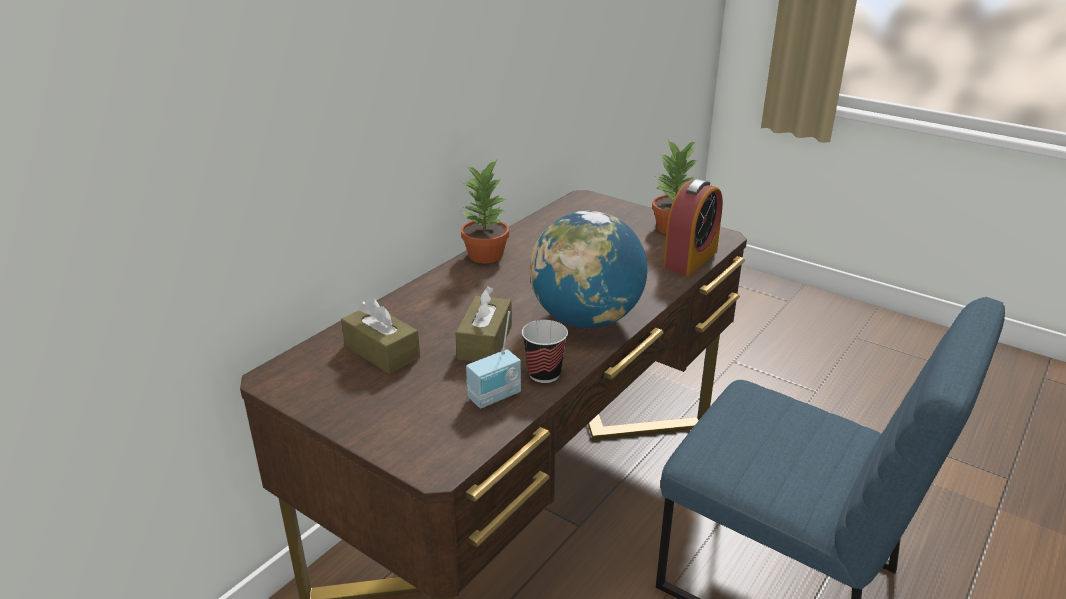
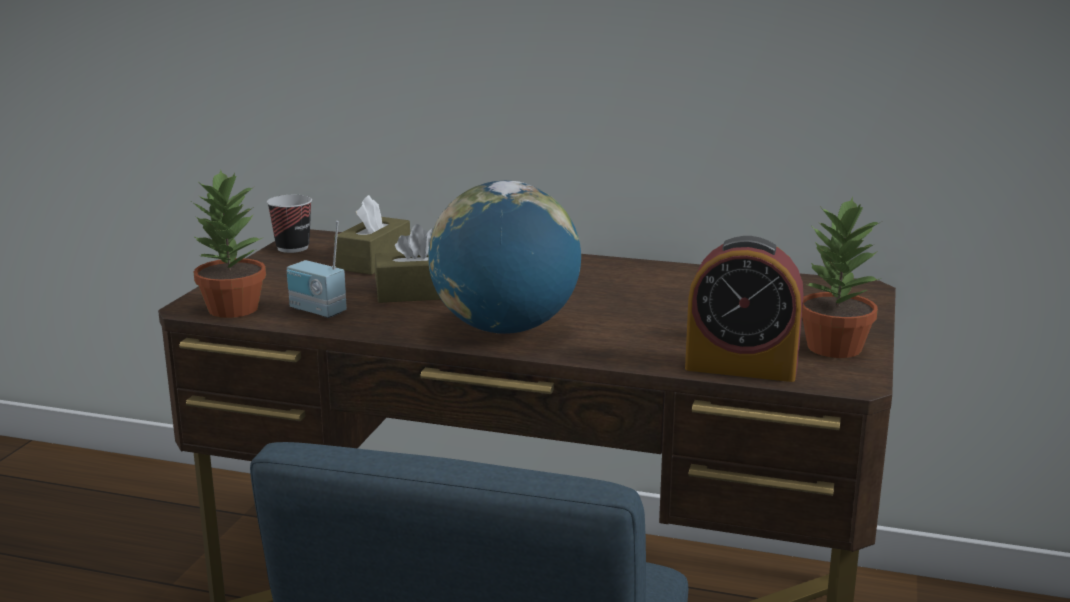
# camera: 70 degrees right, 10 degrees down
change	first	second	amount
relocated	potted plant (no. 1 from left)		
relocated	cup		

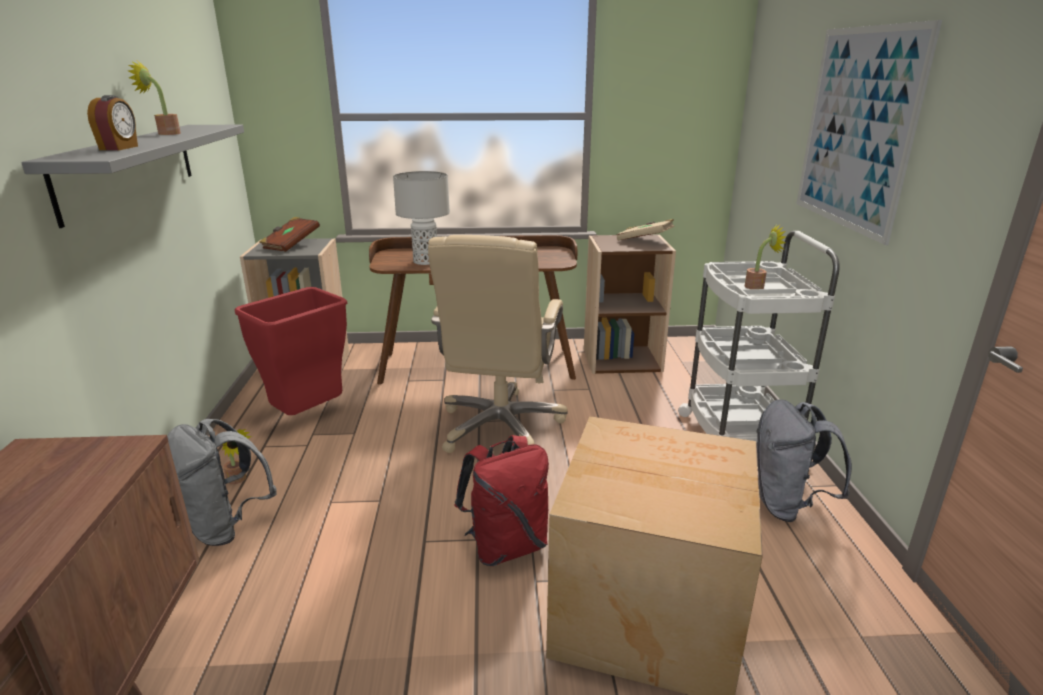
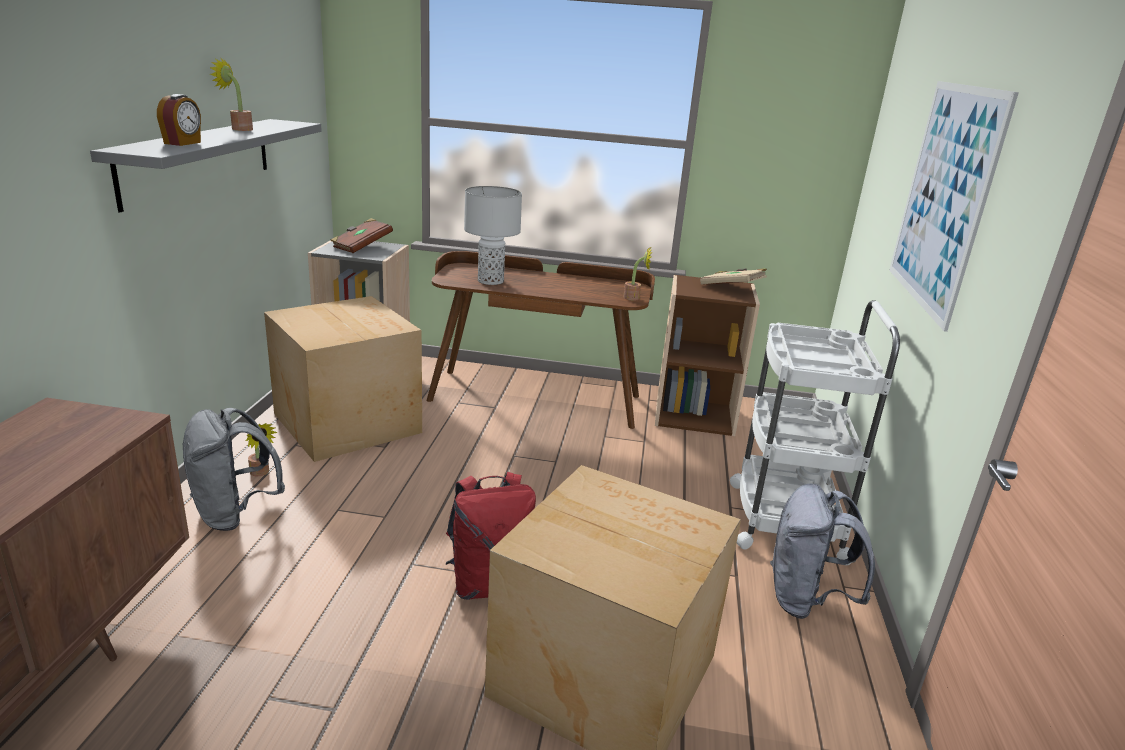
# camera: 10 degrees right, 0 degrees up
change	first	second	amount
relocated	potted plant (no. 3 from left)		
missing	office chair/beige		
exchanged	trash can/red	cardboard box (no. 1 from left)	

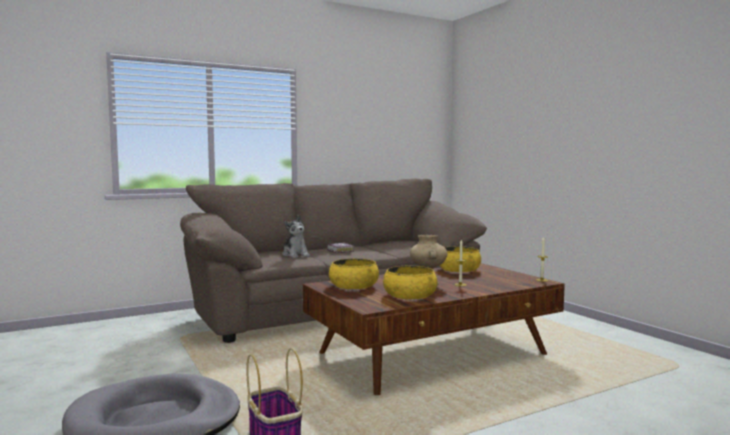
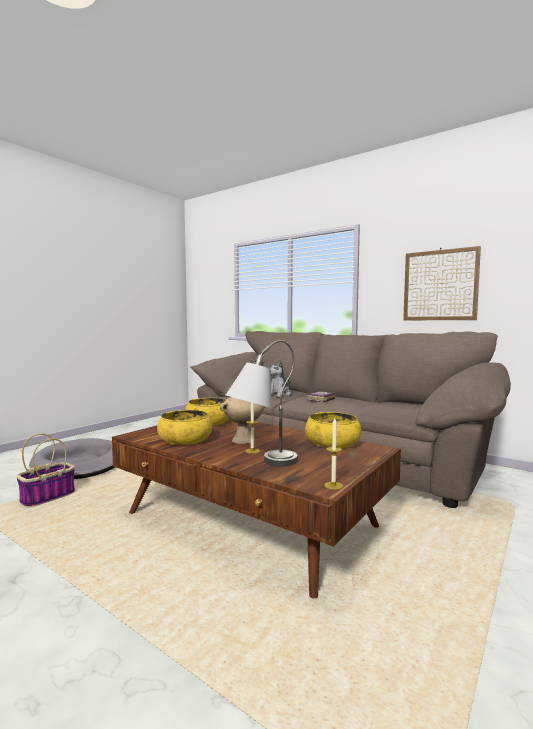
# camera: 65 degrees right, 0 degrees up
change	first	second	amount
appeared		picture	
appeared		table lamp/grey	

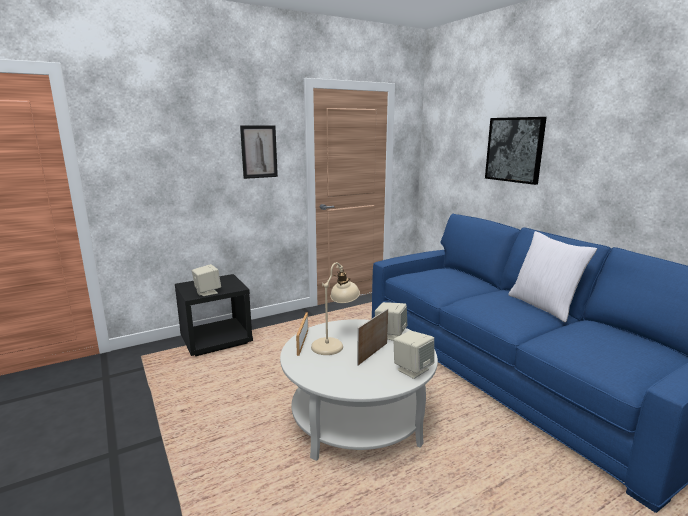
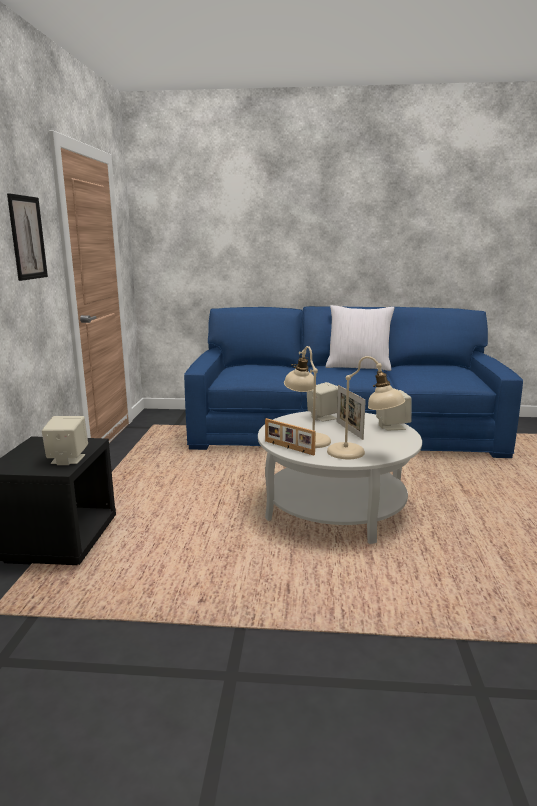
# camera: 55 degrees left, 0 degrees up
change	first	second	amount
missing	picture (no. 2 from left)		
appeared		table lamp/beige (no. 2 from left)	

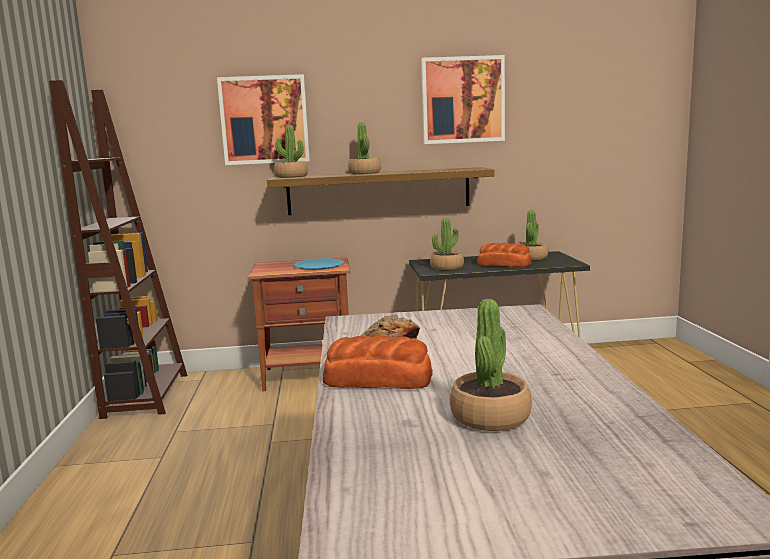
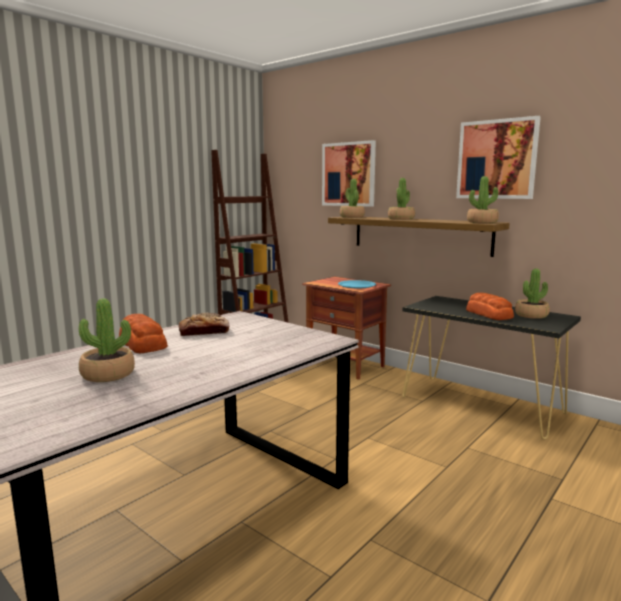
# camera: 45 degrees right, 0 degrees up
change	first	second	amount
relocated	potted plant (no. 3 from left in the first image)	potted plant (no. 4 from left)	

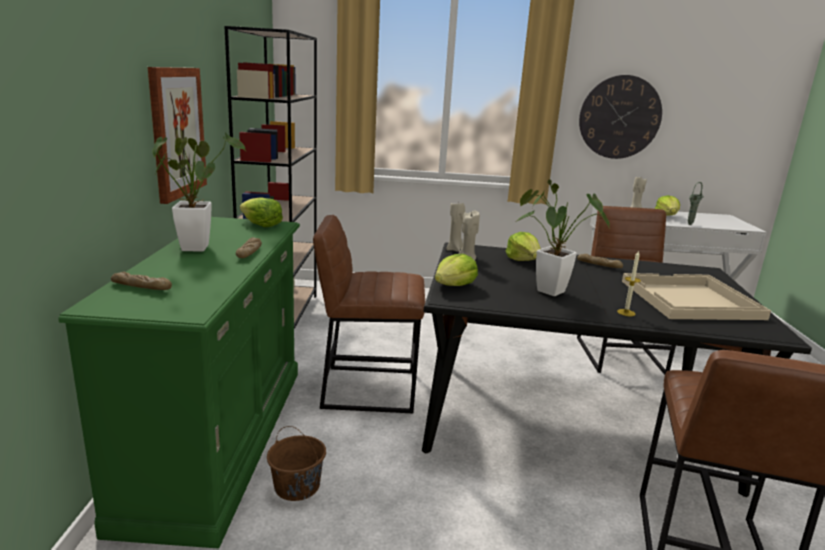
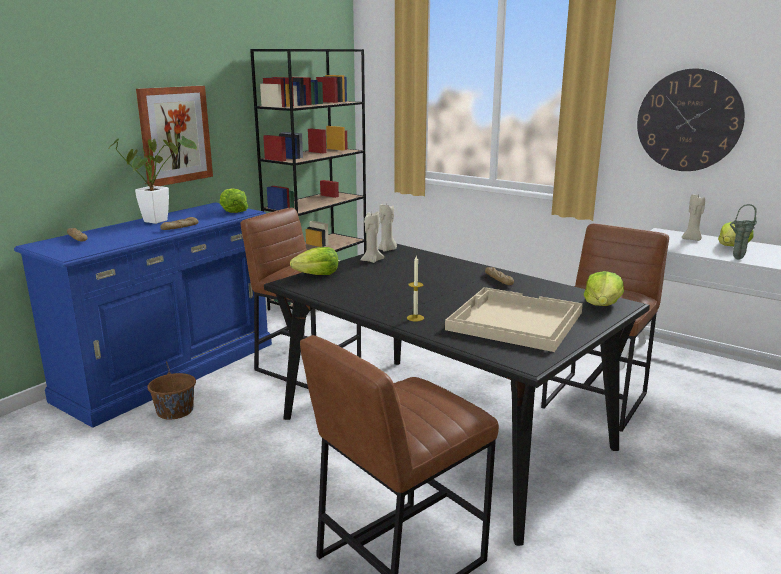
# camera: 35 degrees right, 0 degrees up
change	first	second	amount
missing	potted plant (no. 2 from left)		
colour	cabinet/green	cabinet/blue	
relocated	lettuce (no. 3 from left)		

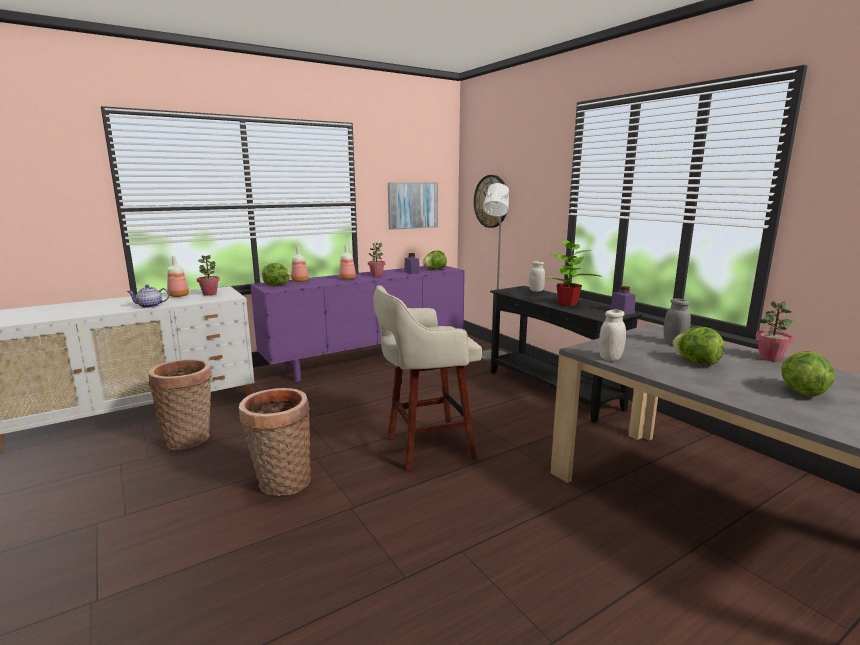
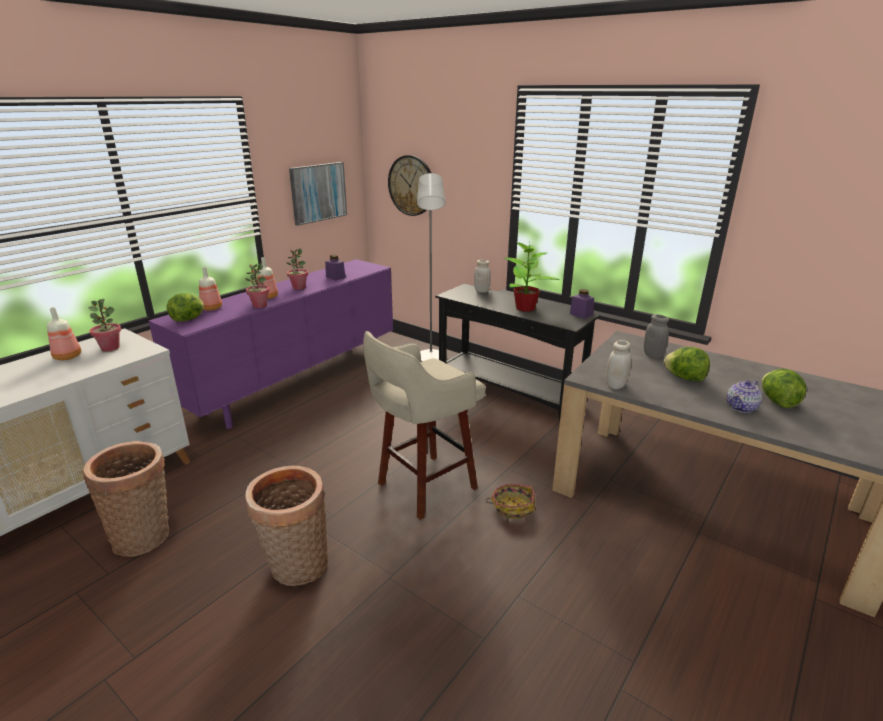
# camera: 20 degrees left, 10 degrees up
change	first	second	amount
missing	lettuce (no. 2 from left)		
relocated	teapot		
relocated	potted plant (no. 4 from left in the first image)	potted plant (no. 2 from left)	
appeared		basket (no. 3 from left)	

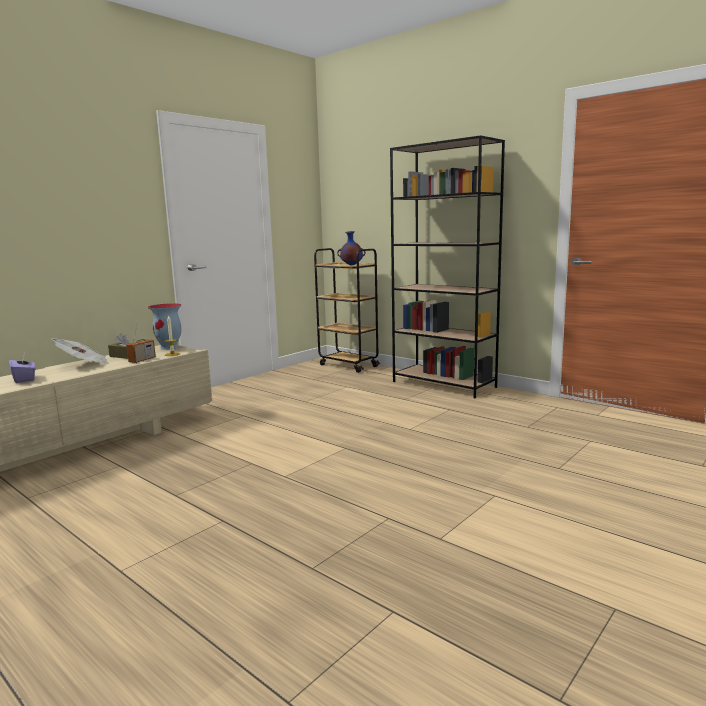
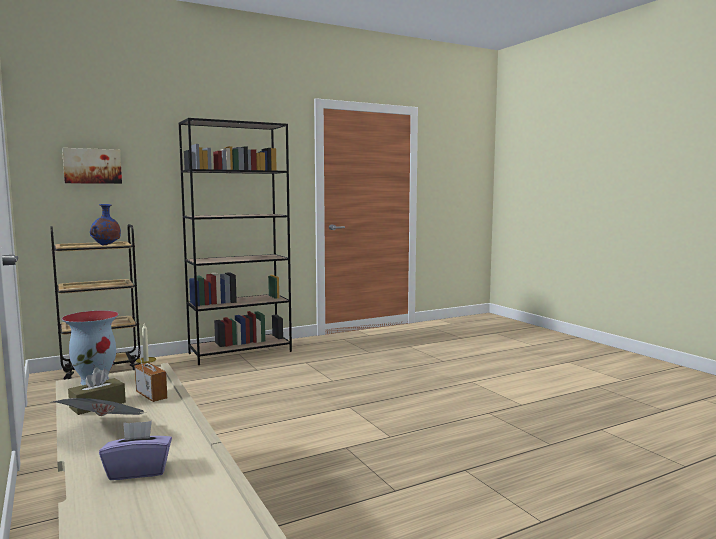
# camera: 70 degrees left, 5 degrees down
change	first	second	amount
appeared		picture	

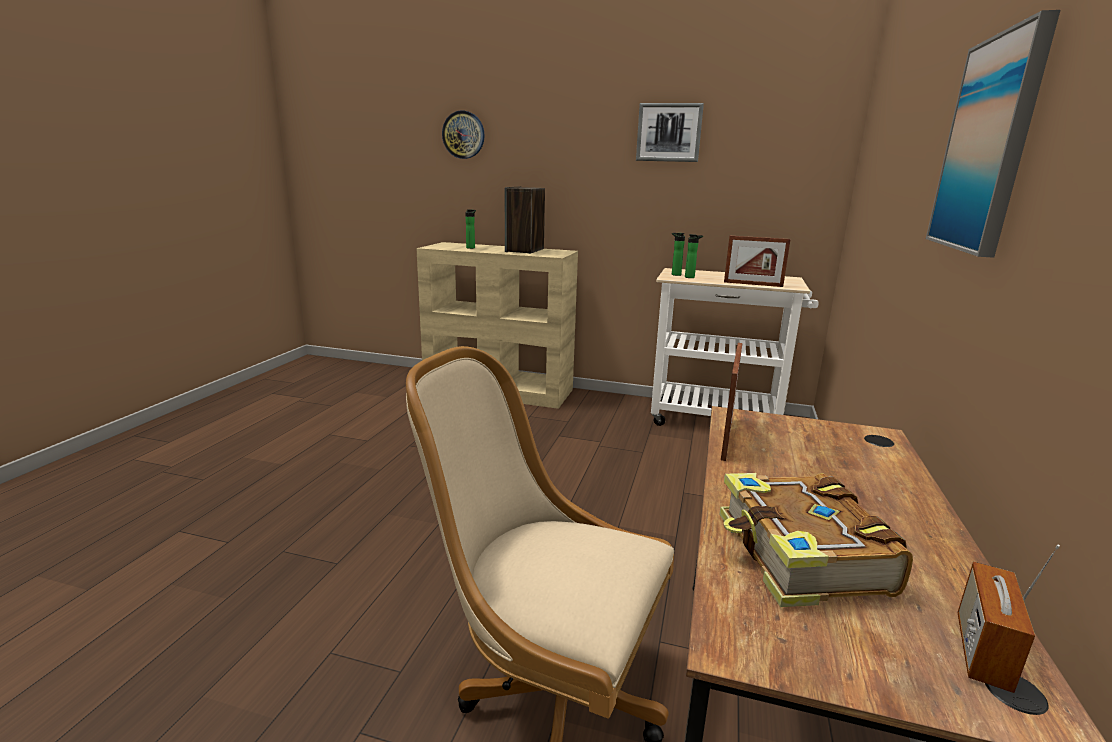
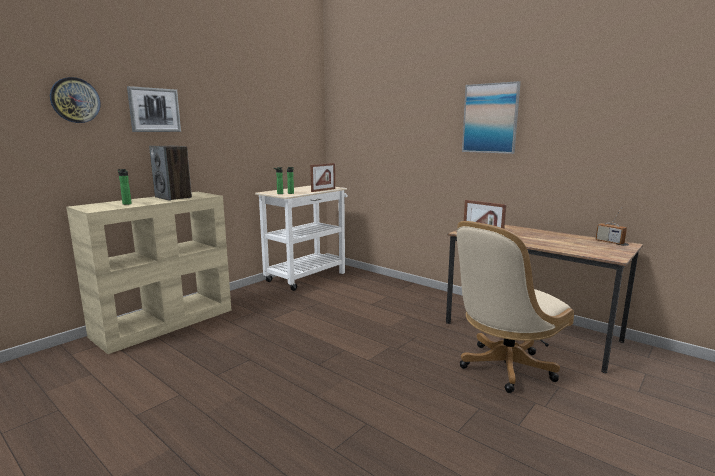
# camera: 65 degrees left, 5 degrees down
change	first	second	amount
relocated	picture (no. 1 from left)		
missing	book		

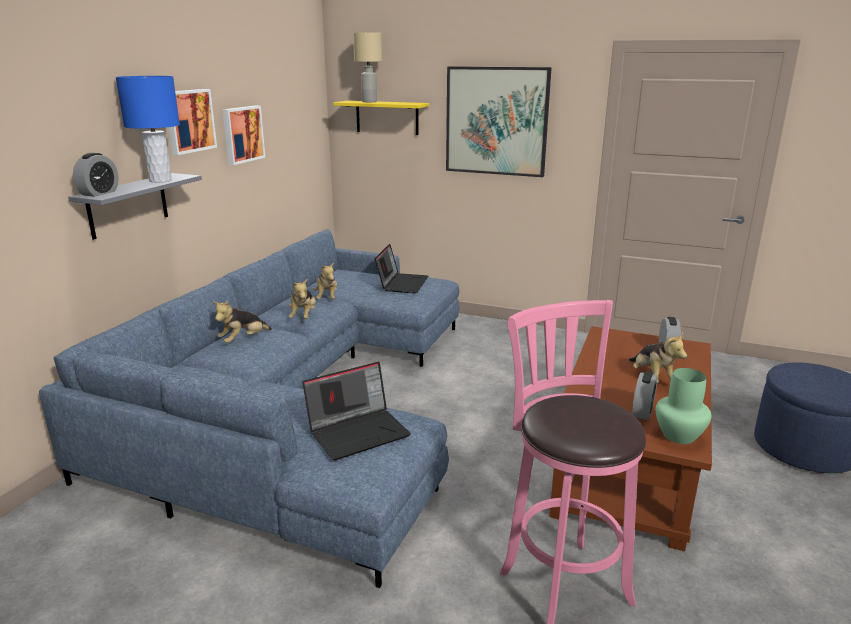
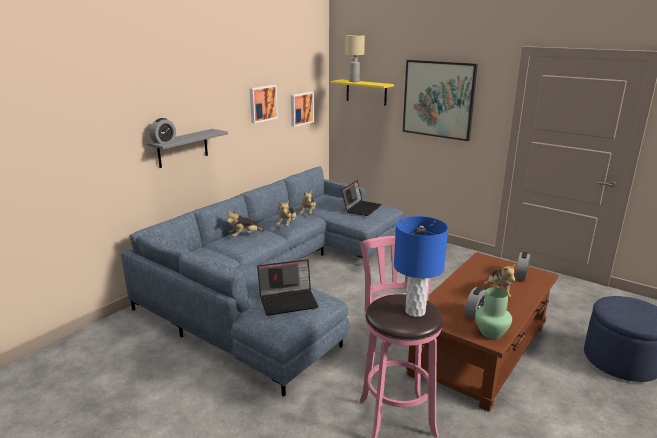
# camera: 15 degrees right, 0 degrees up
change	first	second	amount
relocated	table lamp/blue		
relocated	picture (no. 1 from left in the first image)	picture (no. 2 from left)	

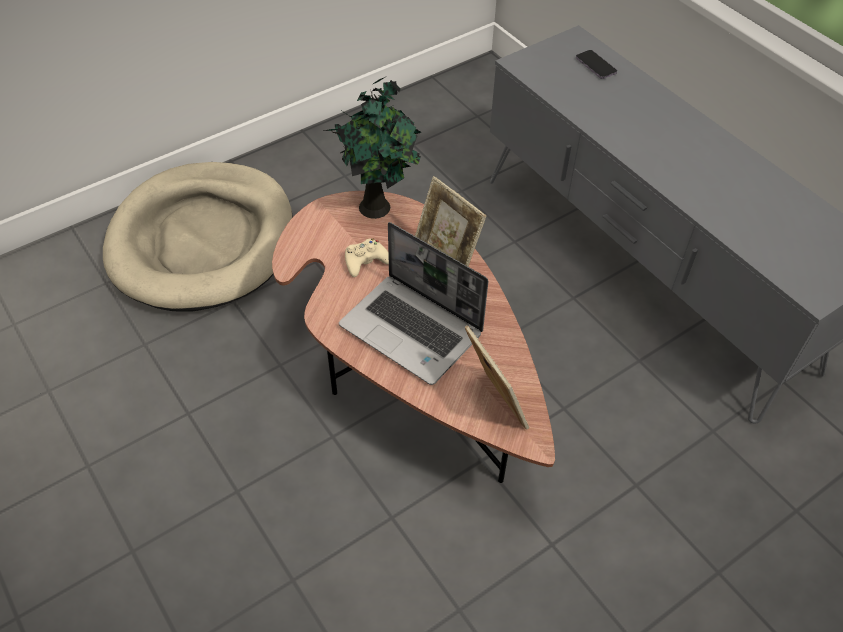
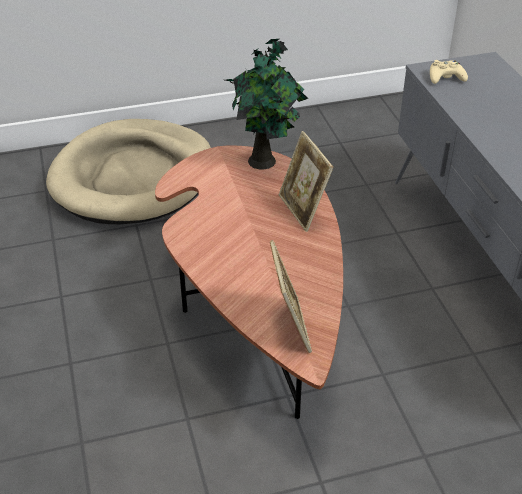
# camera: 20 degrees right, 10 degrees down
change	first	second	amount
missing	phone		
missing	laptop		
relocated	game controller/beige		

